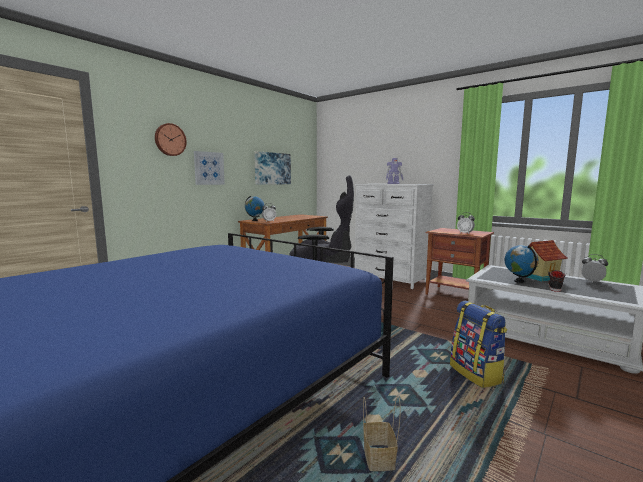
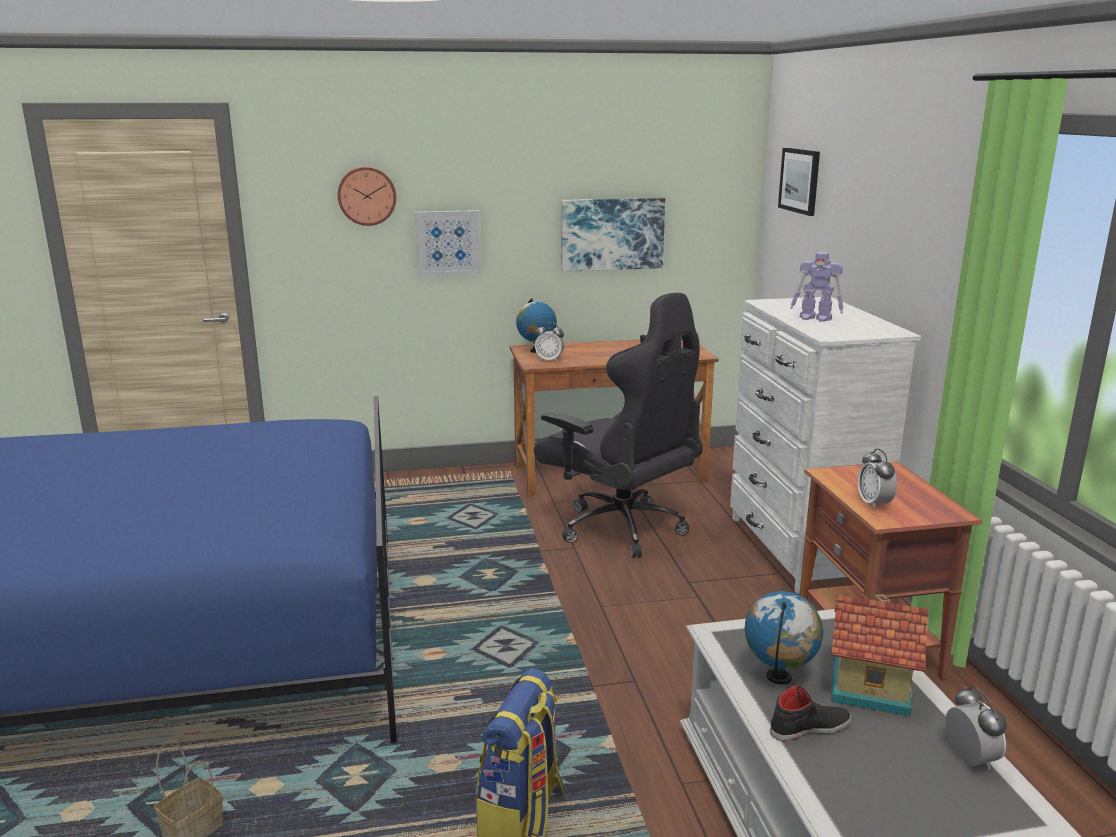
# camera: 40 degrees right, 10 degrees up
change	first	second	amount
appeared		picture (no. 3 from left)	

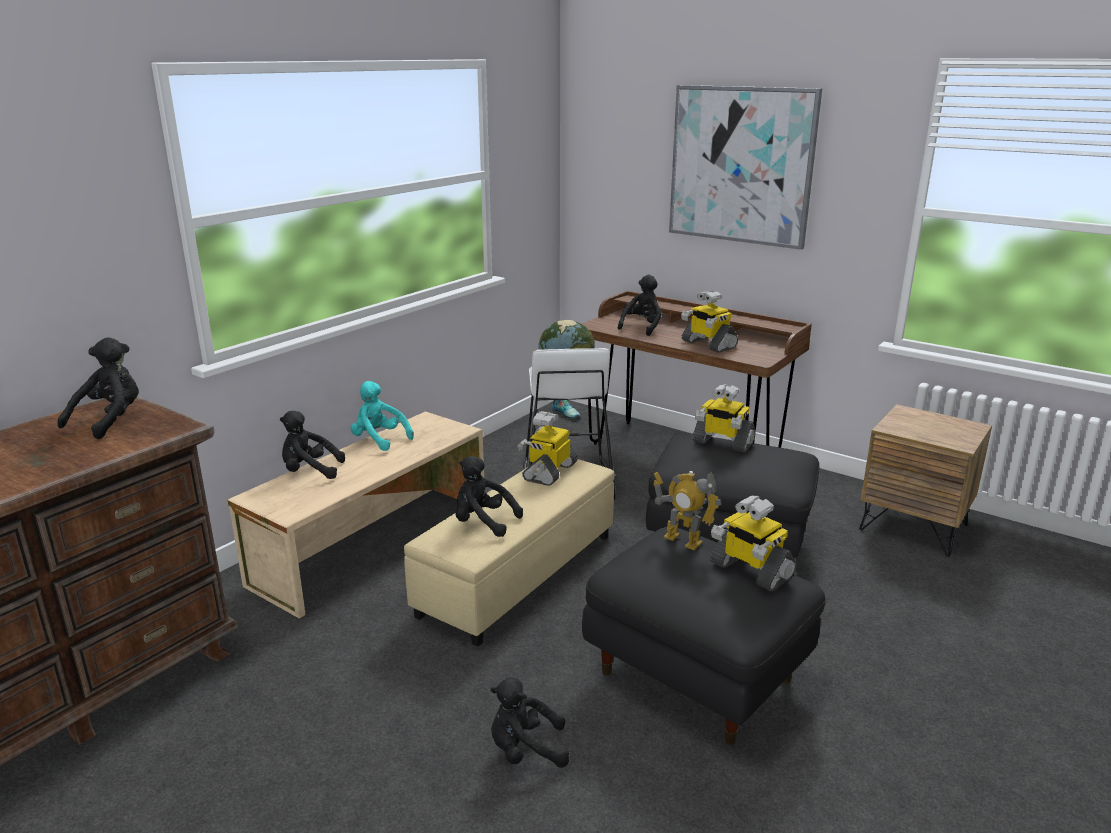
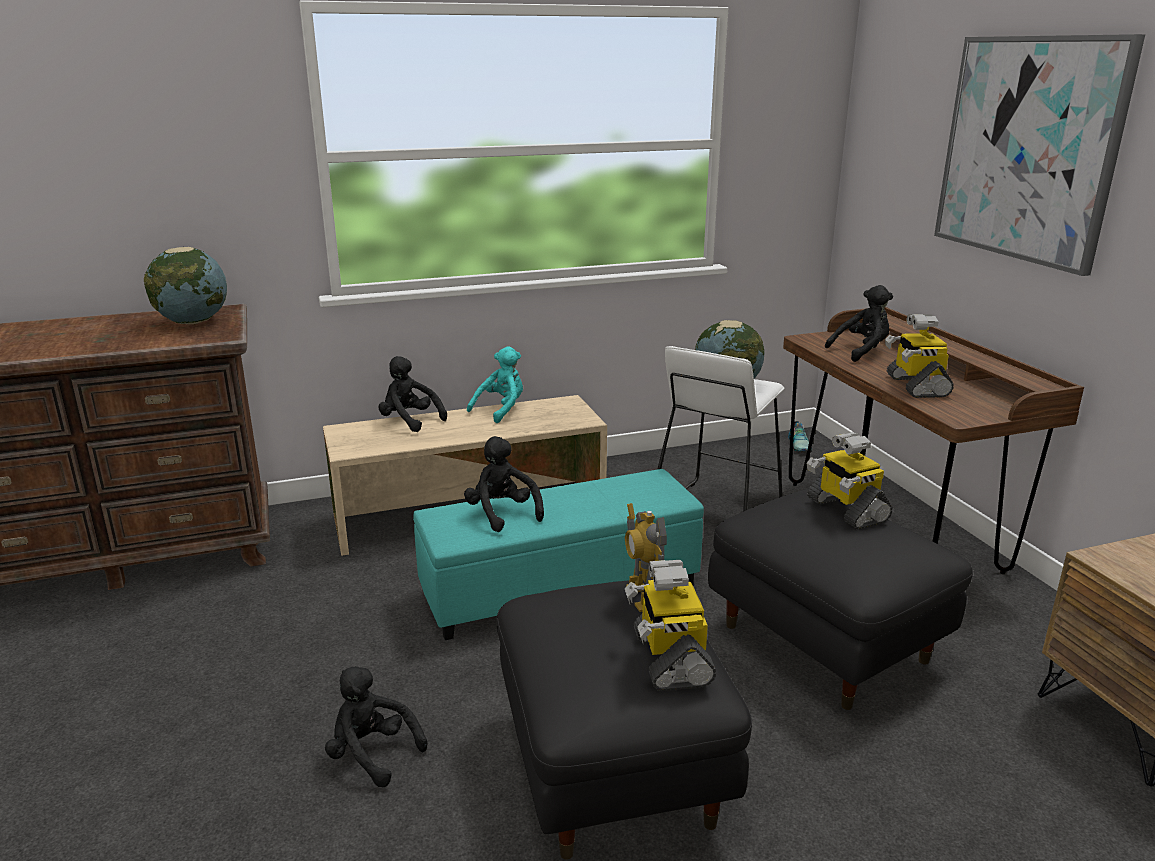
# camera: 35 degrees right, 0 degrees up
change	first	second	amount
exchanged	plush toy/black (no. 1 from left)	globe (no. 1 from left)	
spun	plush toy/turquoise		60 degrees clockwise
missing	toy robot (no. 1 from left)		
colour	ottoman/beige	ottoman/turquoise	

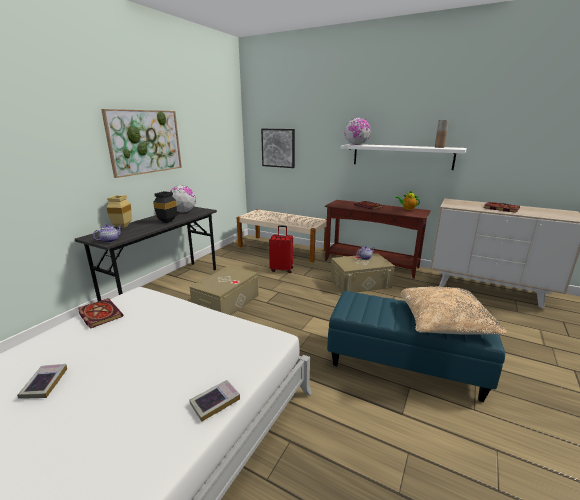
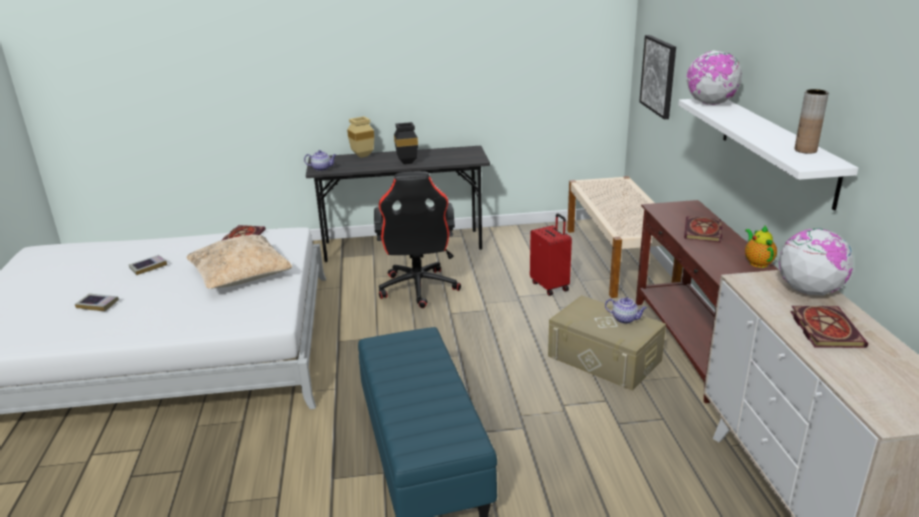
# camera: 55 degrees right, 5 degrees up
change	first	second	amount
missing	picture (no. 1 from left)		
relocated	globe (no. 1 from left in the first image)	globe (no. 2 from left)	
exchanged	storage box/beige (no. 1 from left)	office chair/black	
relocated	pillow/beige		
relocated	book (no. 3 from left in the first image)	book (no. 1 from left)	

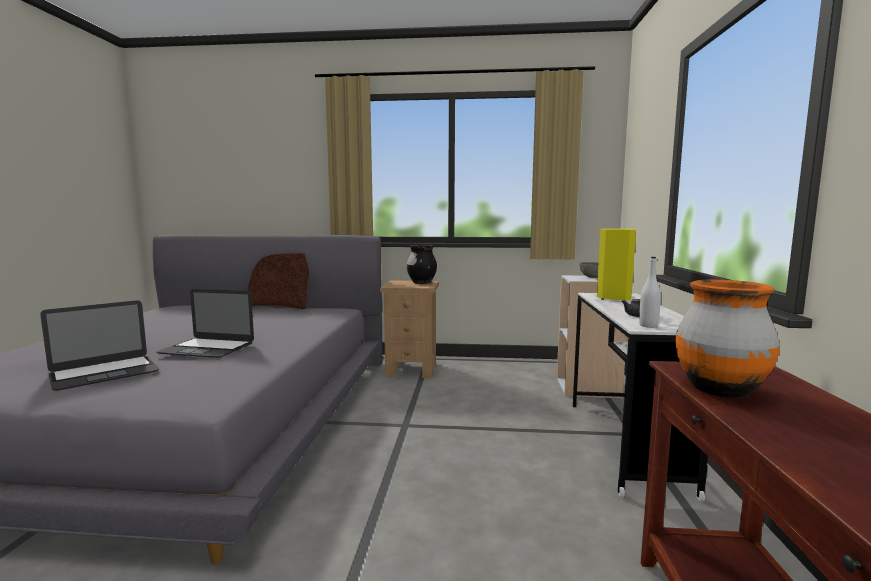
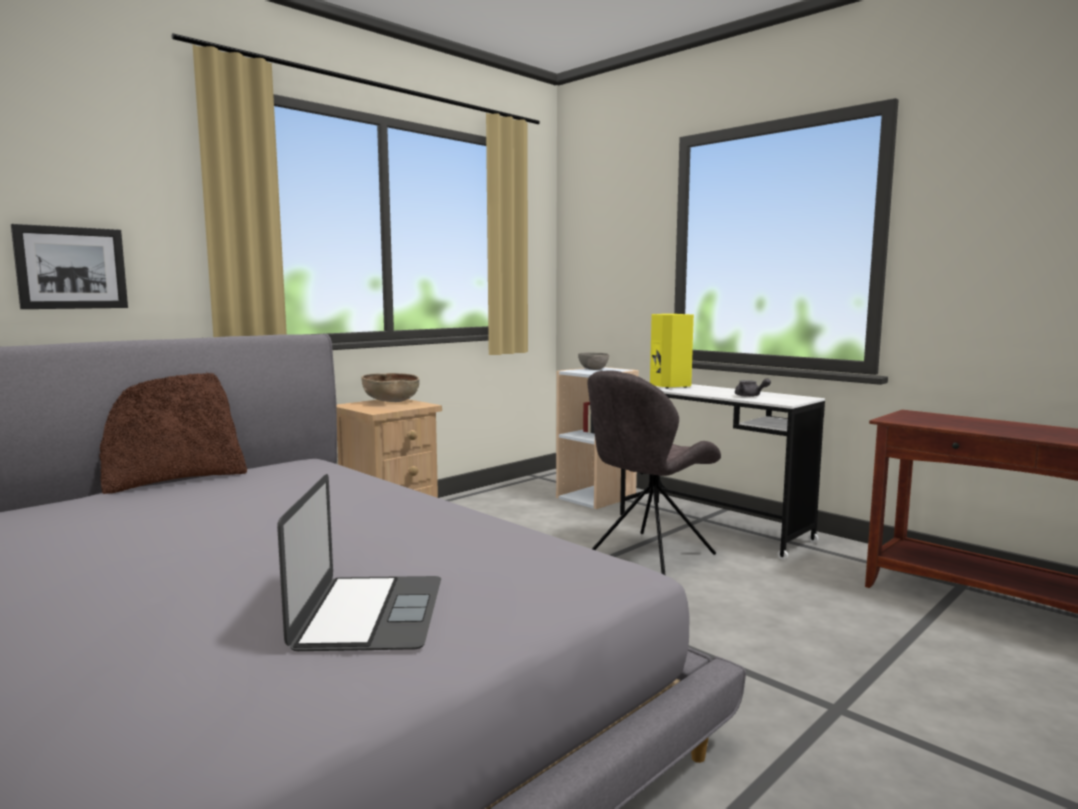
# camera: 50 degrees left, 0 degrees up
change	first	second	amount
exchanged	vase/black	bowl/brown	
missing	bottle/white		
missing	vase/orange		
missing	laptop (no. 2 from left)		
appeared		picture	
appeared		chair/grey	

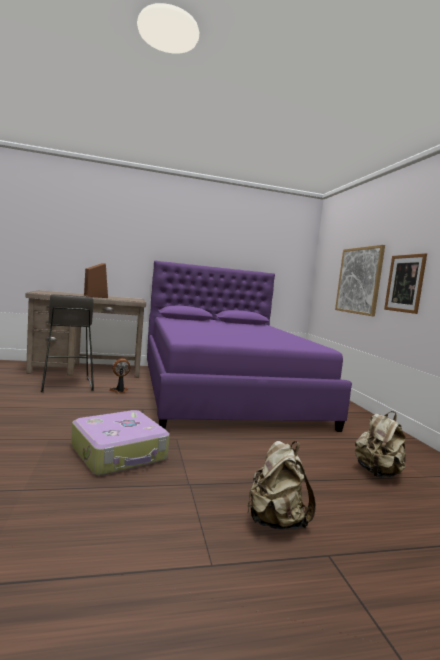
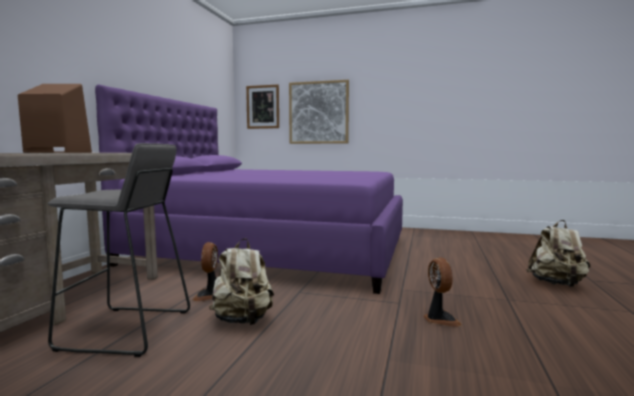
# camera: 60 degrees left, 0 degrees up
change	first	second	amount
relocated	picture (no. 2 from left in the first image)	picture (no. 1 from left)	
exchanged	suitcase	fan (no. 2 from left)	
relocated	backpack/beige (no. 2 from left in the first image)	backpack/beige (no. 1 from left)	

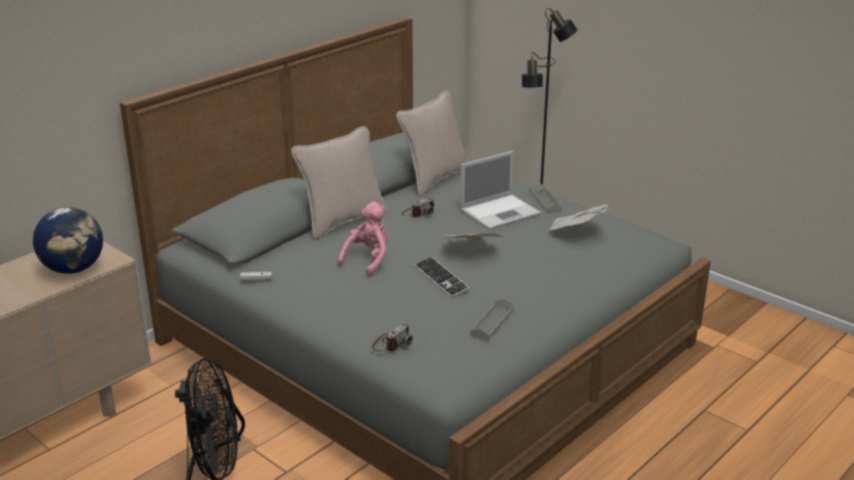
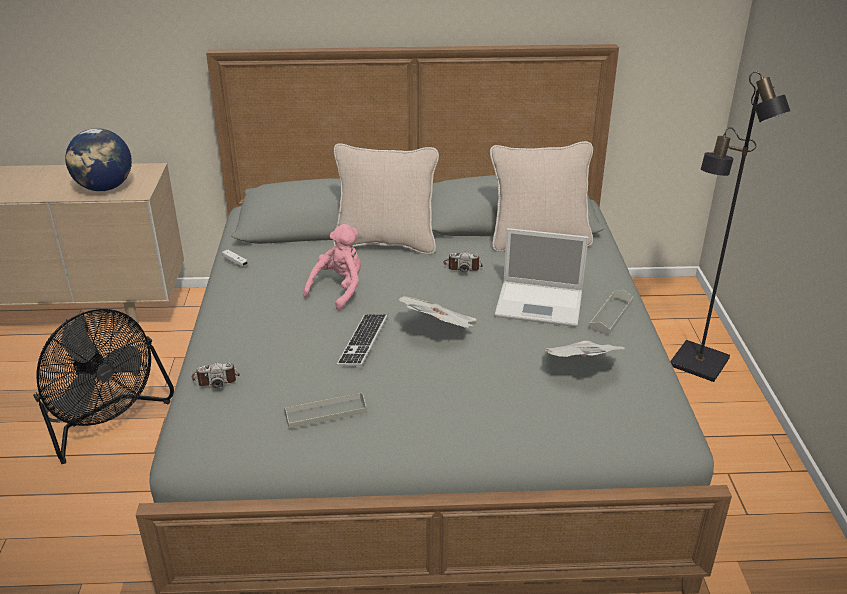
# camera: 45 degrees right, 5 degrees up
change	first	second	amount
spun	plush toy/pink		45 degrees counterclockwise

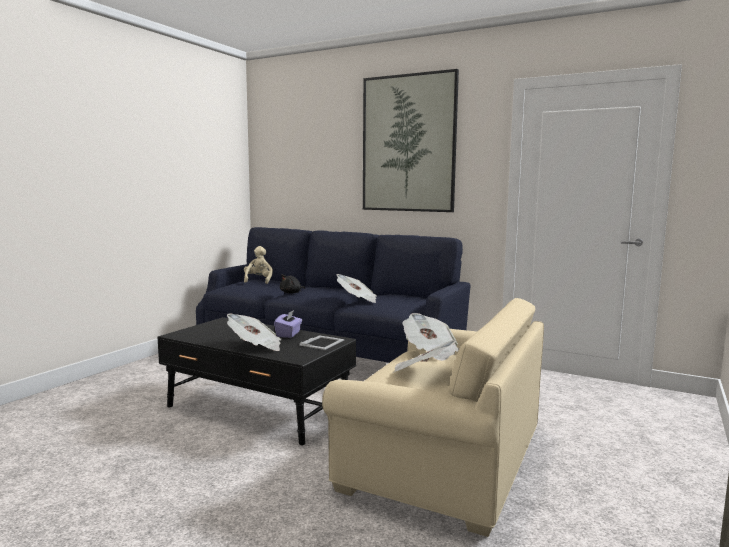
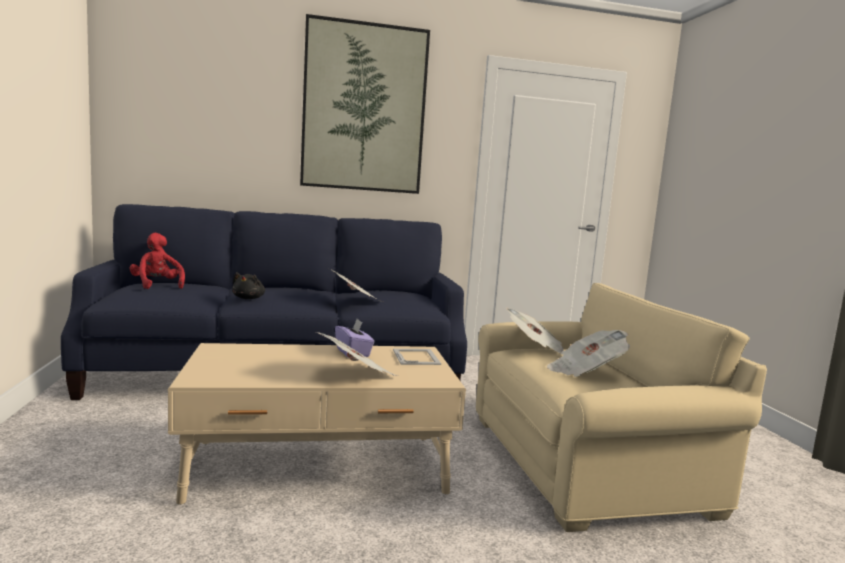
# camera: 40 degrees left, 0 degrees up
change	first	second	amount
colour	plush toy/beige	plush toy/red	
colour	coffee table/black	coffee table/beige	

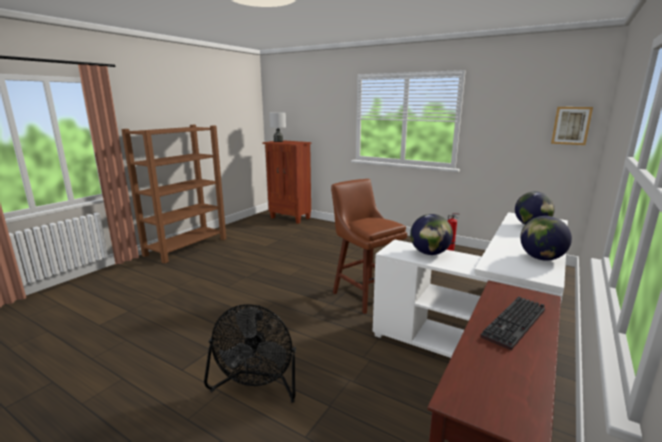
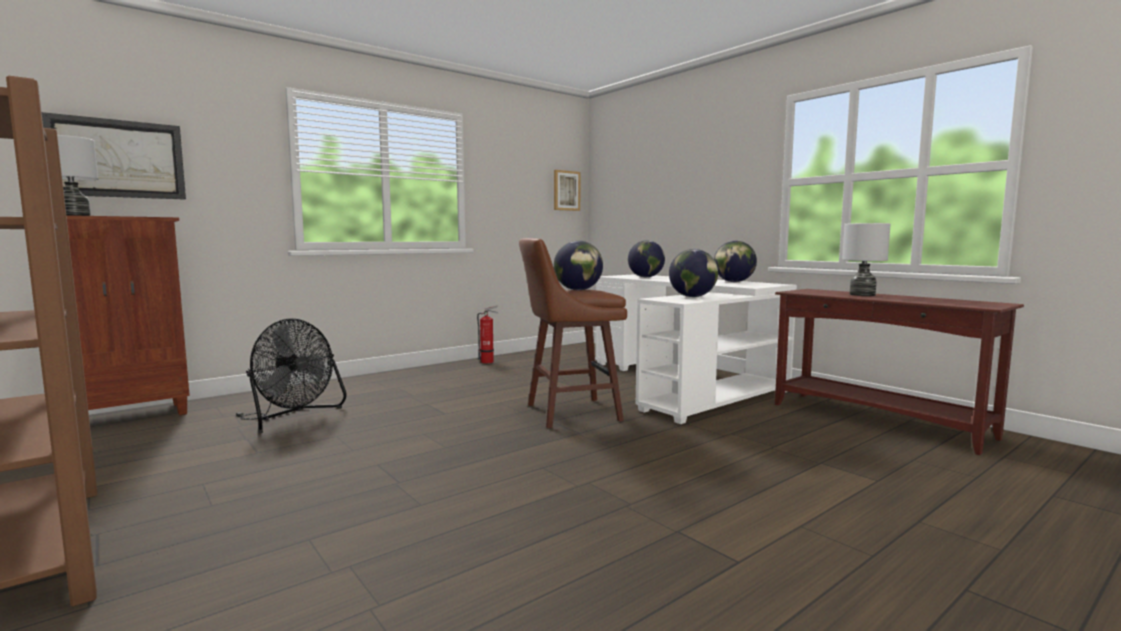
# camera: 70 degrees left, 10 degrees down
change	first	second	amount
exchanged	keyboard	table lamp/grey (no. 2 from left)	
relocated	fan/black		
appeared		picture (no. 1 from left)	
appeared		globe (no. 1 from left)	

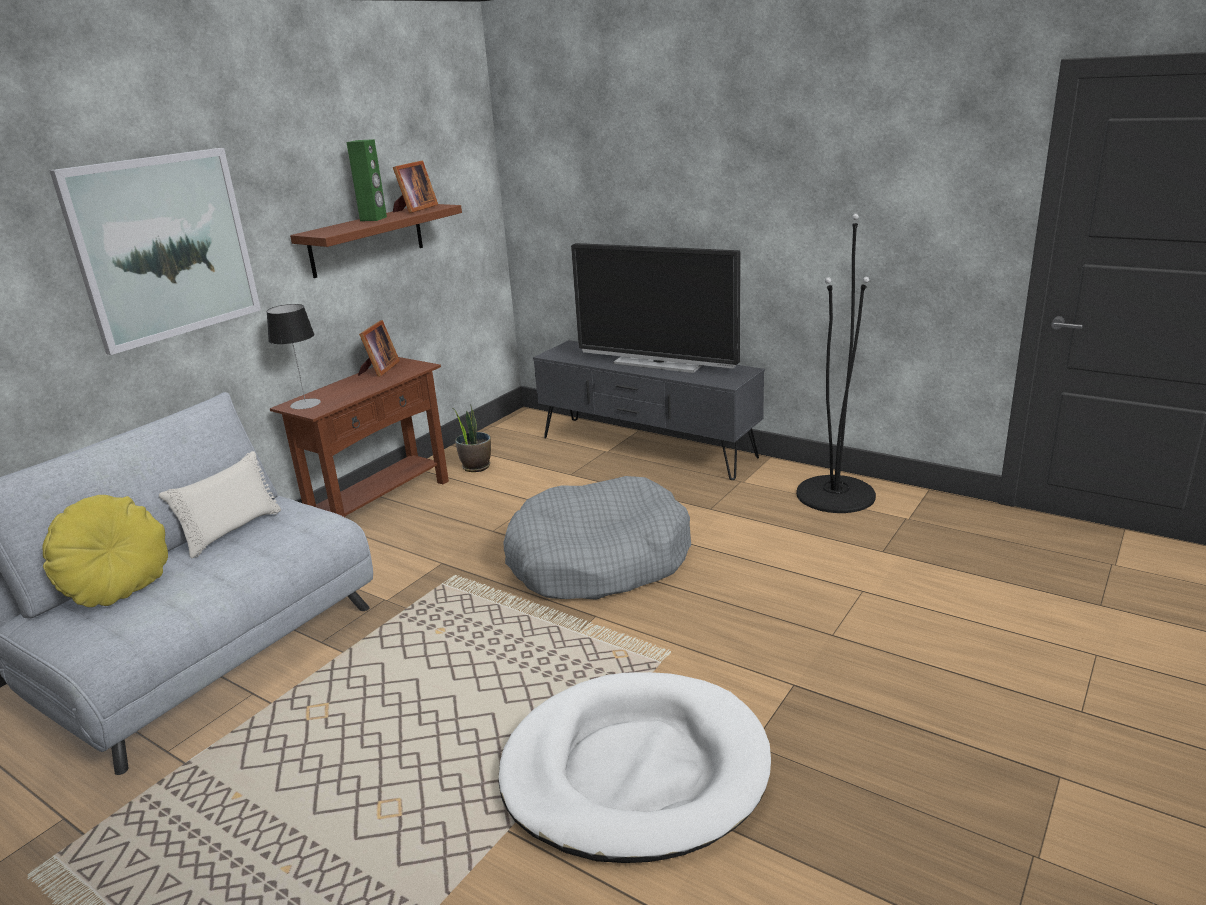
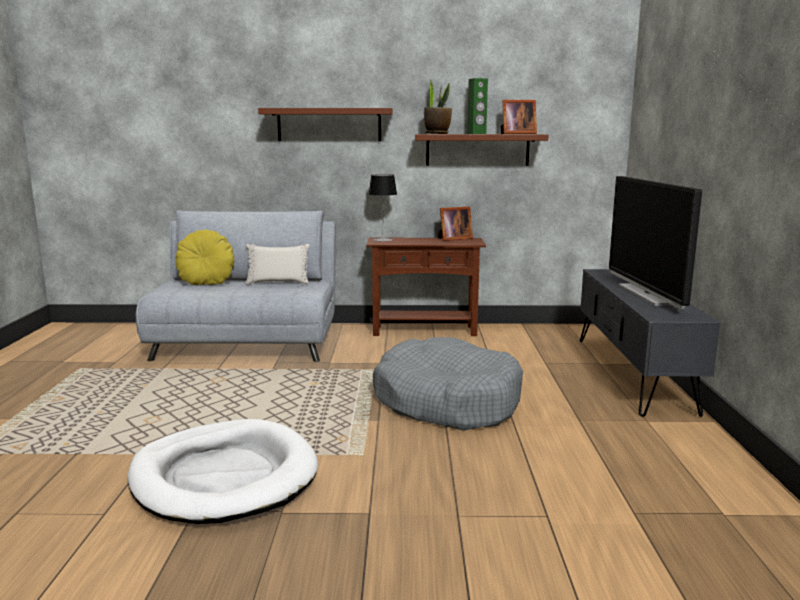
# camera: 55 degrees right, 10 degrees down
change	first	second	amount
exchanged	picture	shelf/brown (no. 1 from left)	
missing	floor lamp/black		
relocated	potted plant		

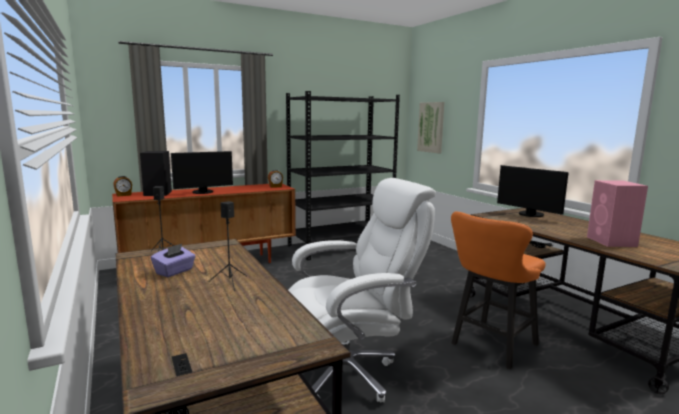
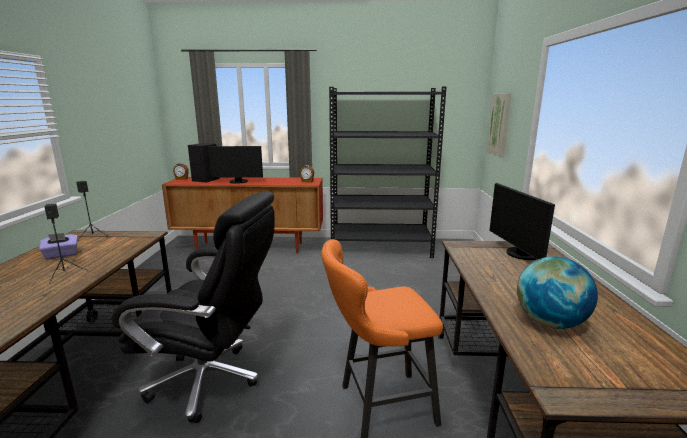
# camera: 30 degrees right, 5 degrees up
change	first	second	amount
colour	office chair/white	office chair/black	
exchanged	speaker/pink	globe	

